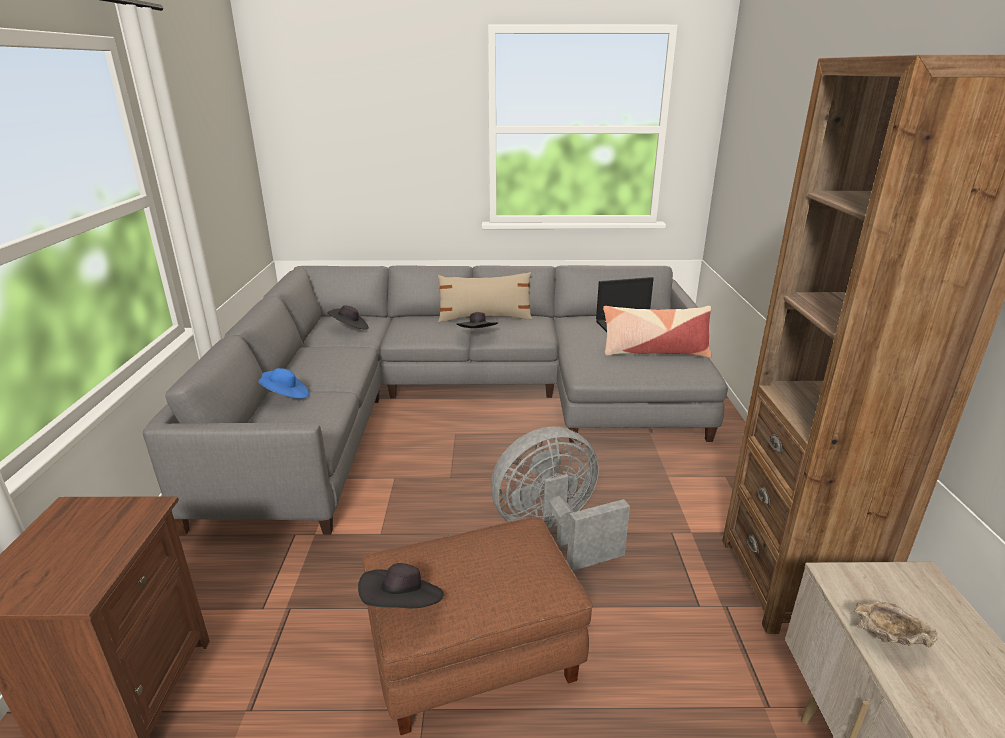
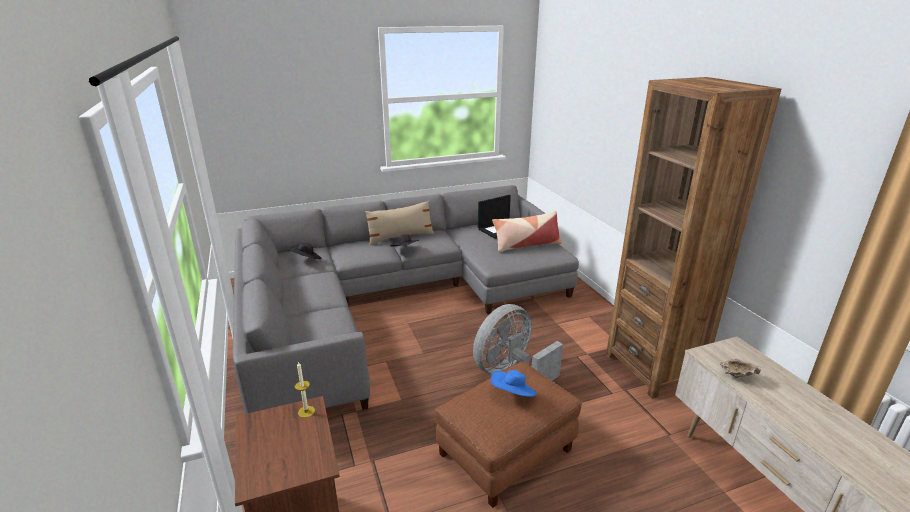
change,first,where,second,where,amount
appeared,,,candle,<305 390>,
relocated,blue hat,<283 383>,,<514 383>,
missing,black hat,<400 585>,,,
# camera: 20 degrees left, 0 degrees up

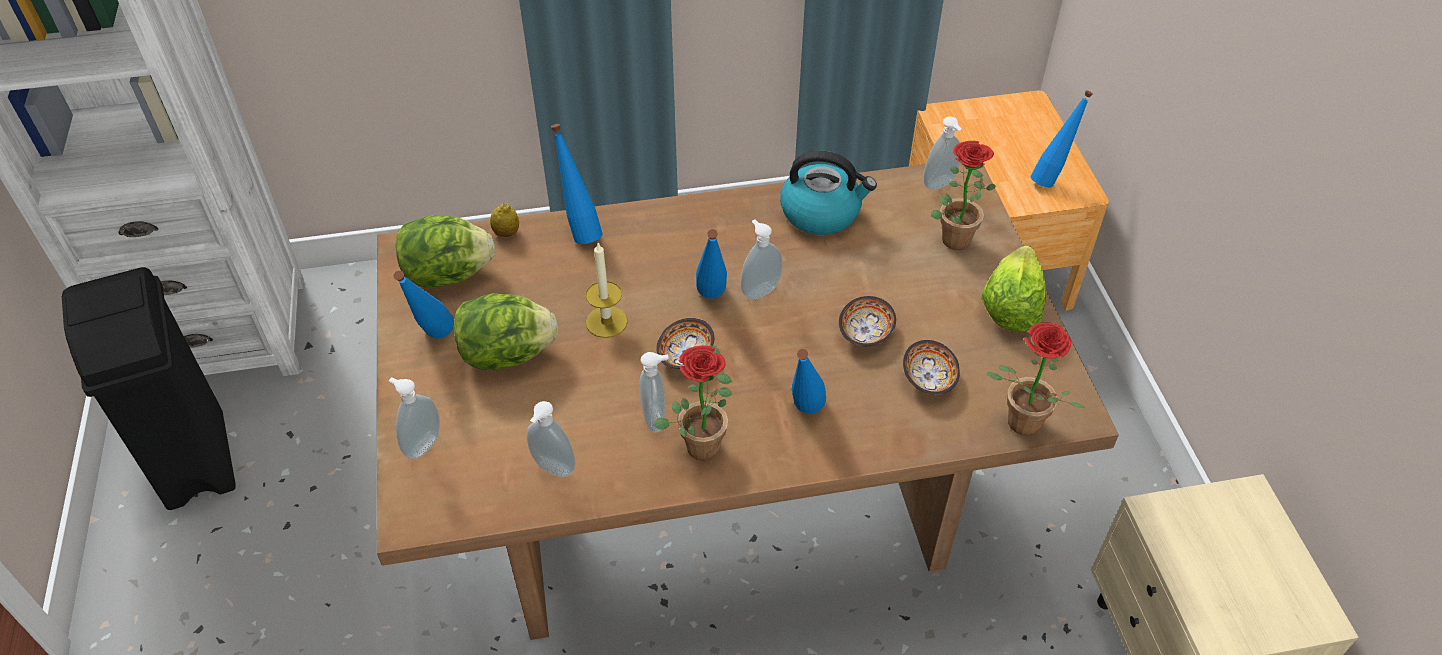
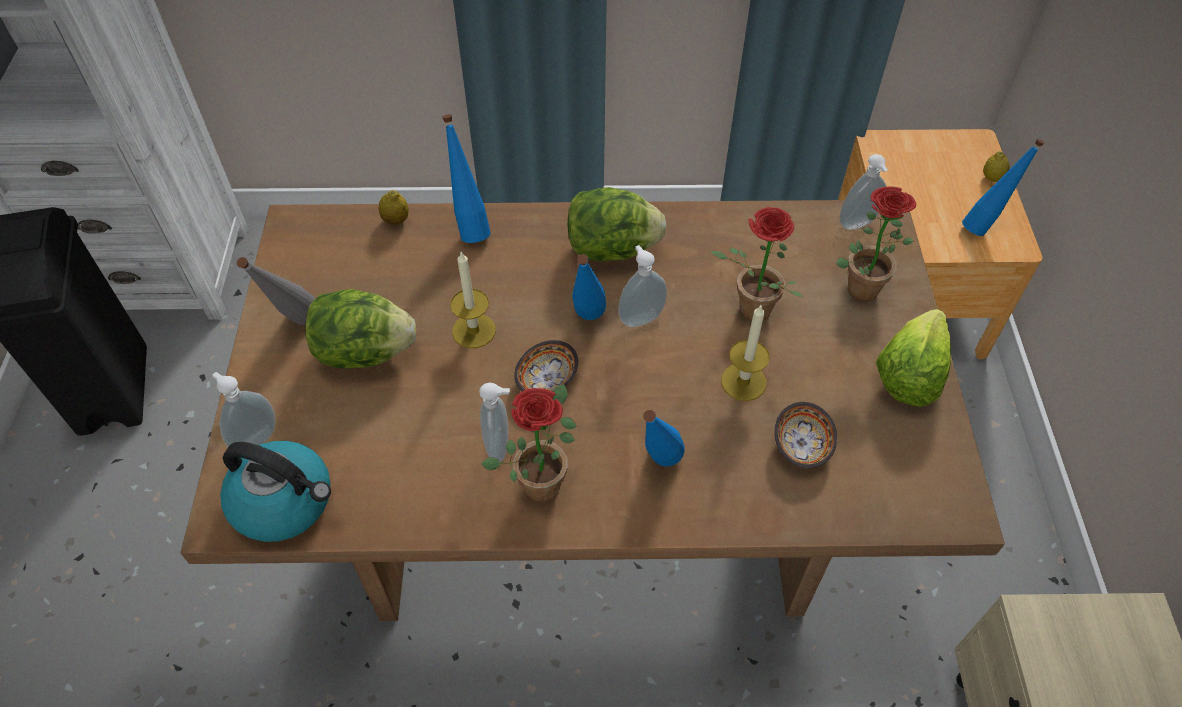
change,first,where,second,where,amount
relocated,kettle,<828 193>,,<275 491>,
colour,blue bottle,<424 304>,grey bottle,<276 291>,
relocated,lettuce,<445 251>,,<617 224>,
relocated,potted plant,<1035 379>,,<757 264>,
exchanged,bowl,<867 321>,candle,<745 353>,
appeared,,,lemon,<996 166>,
missing,soap dispenser,<551 439>,,,
# camera: 10 degrees right, 5 degrees up

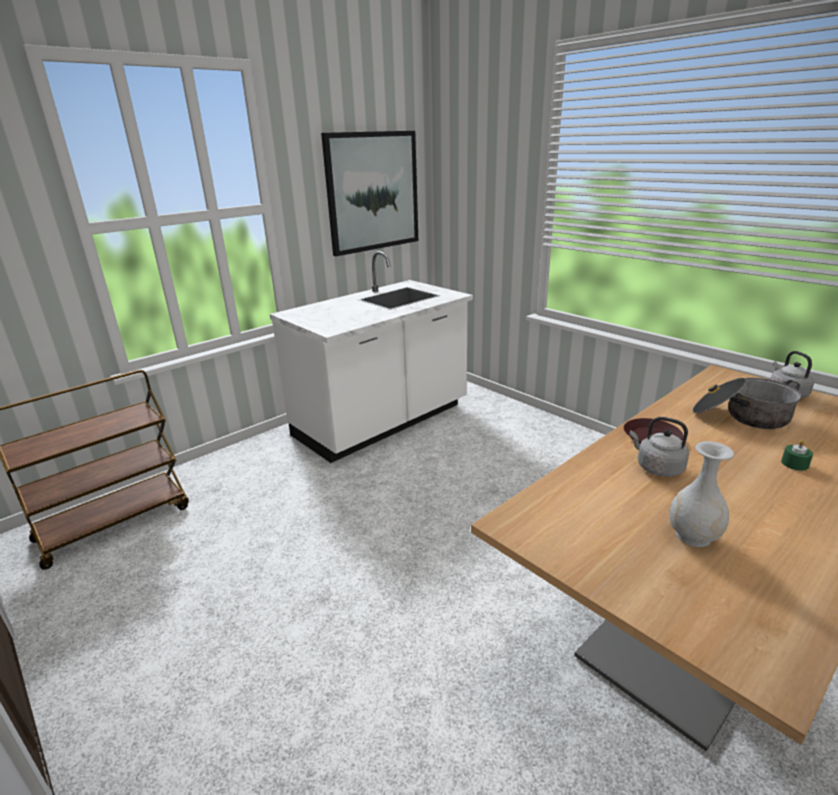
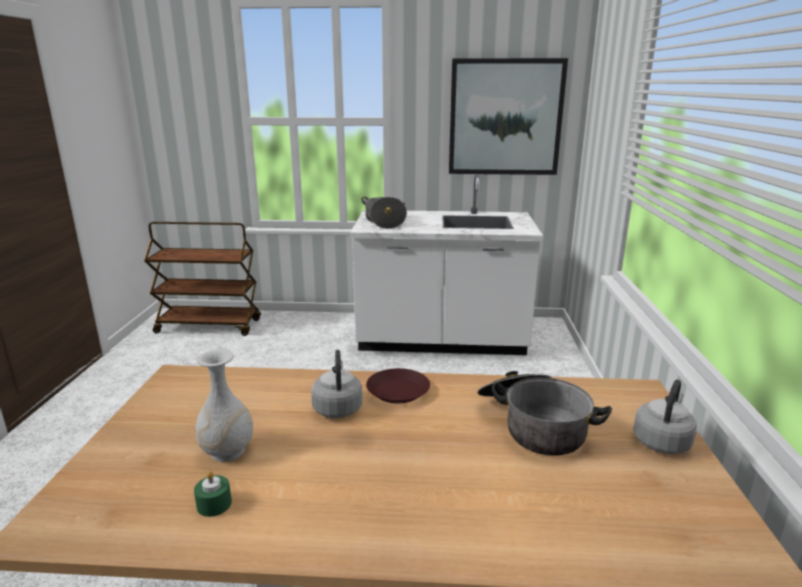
change,first,where,second,where,amount
relocated,green candle,<797 455>,,<213 494>,
appeared,,,cooking pot,<384 213>,
# camera: 45 degrees right, 5 degrees down

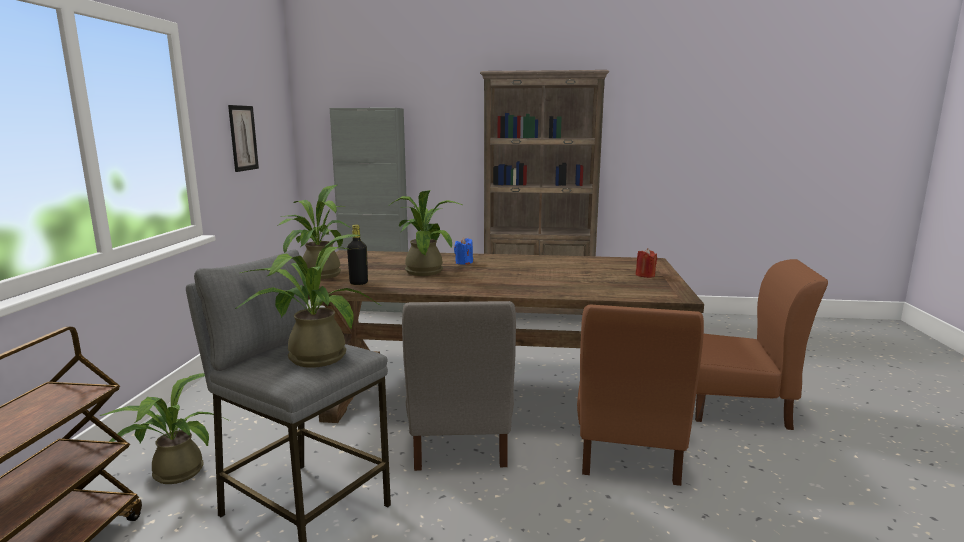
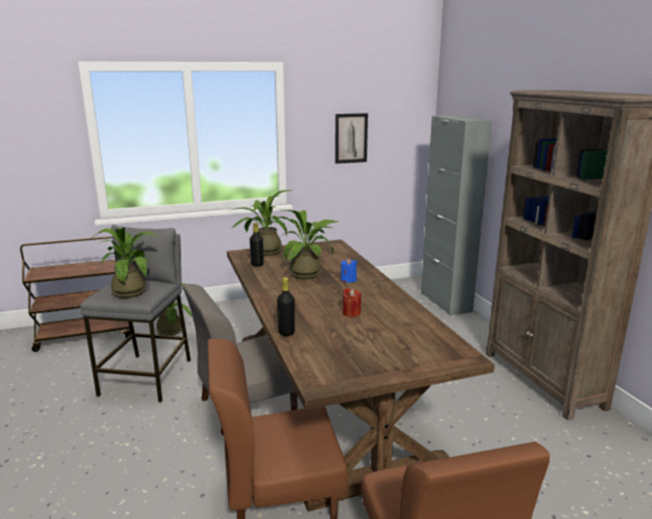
change,first,where,second,where,amount
appeared,,,black bottle,<286 306>,
relocated,red candle,<646 263>,,<352 302>,
# camera: 65 degrees right, 5 degrees up

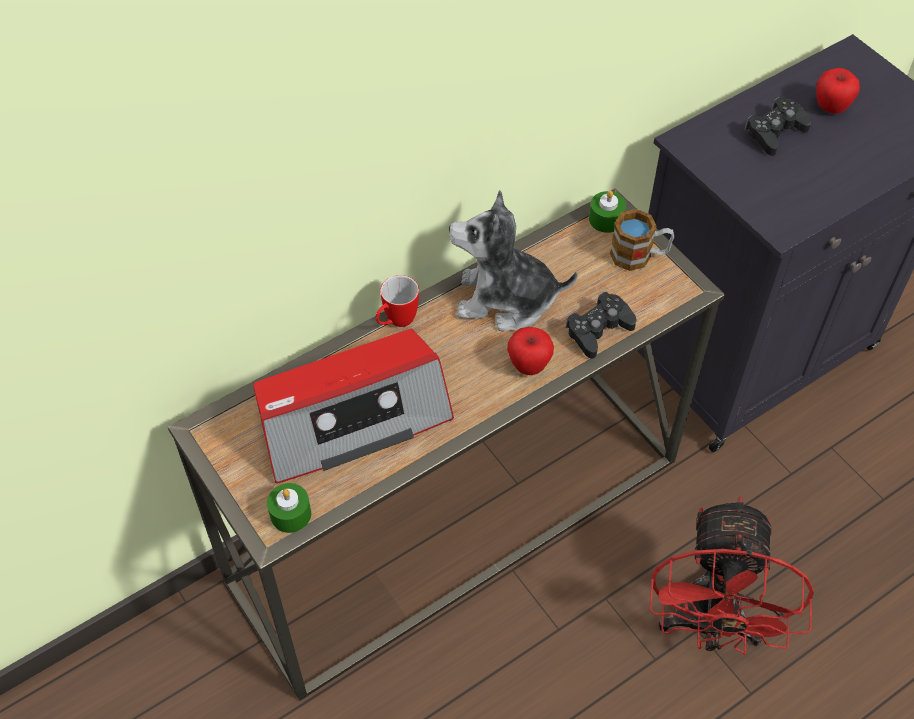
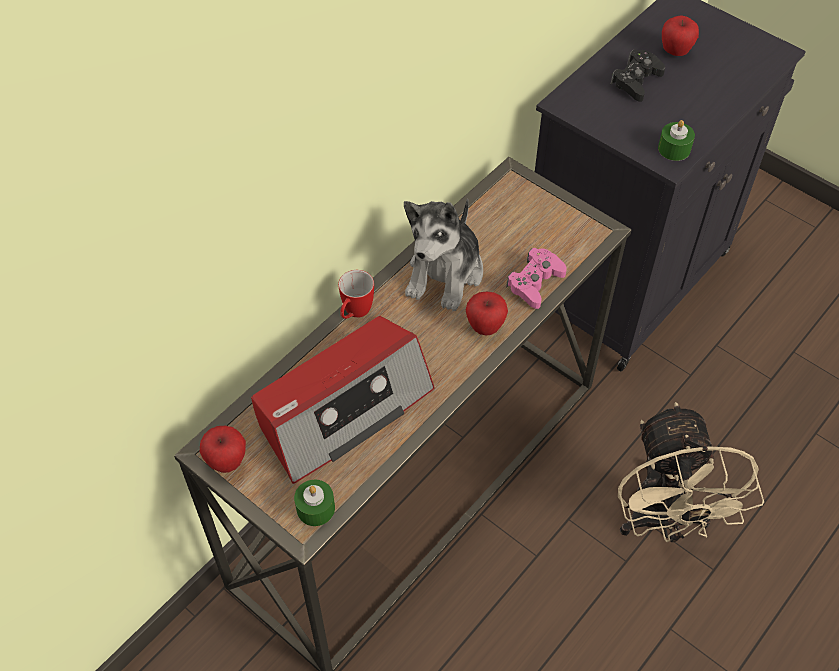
change,first,where,second,where,amount
appeared,,,apple,<222 449>,
spun,plush toy,<513 260>,,<443 254>,60 degrees counterclockwise
colour,black game controller,<601 325>,pink game controller,<536 278>,
colour,red fan,<732 575>,beige fan,<691 472>,
relocated,green candle,<607 211>,,<676 140>,
missing,mug,<642 240>,,,
# camera: 15 degrees left, 0 degrees up

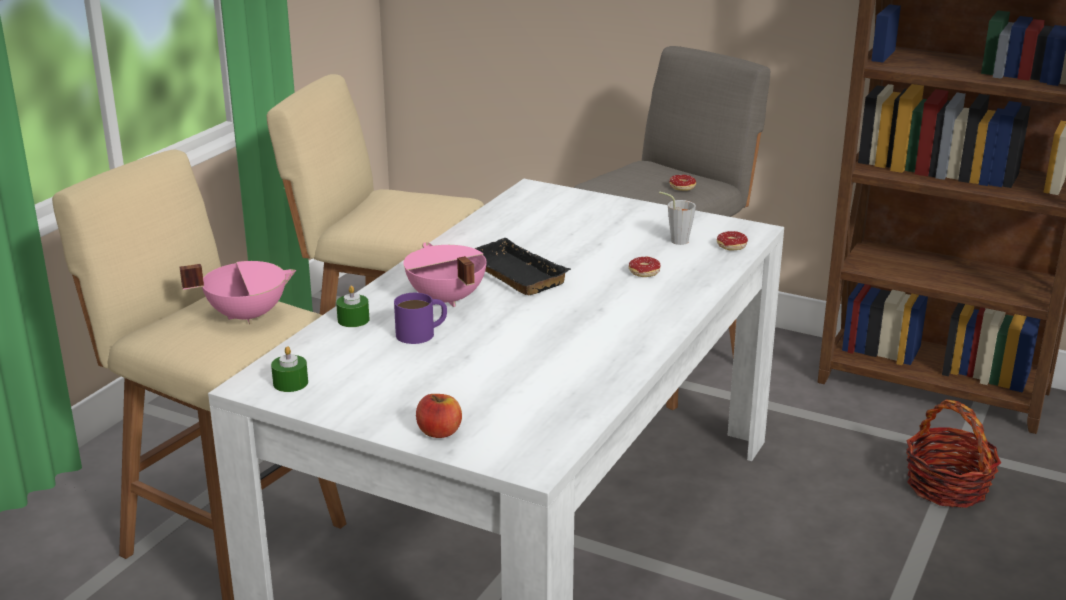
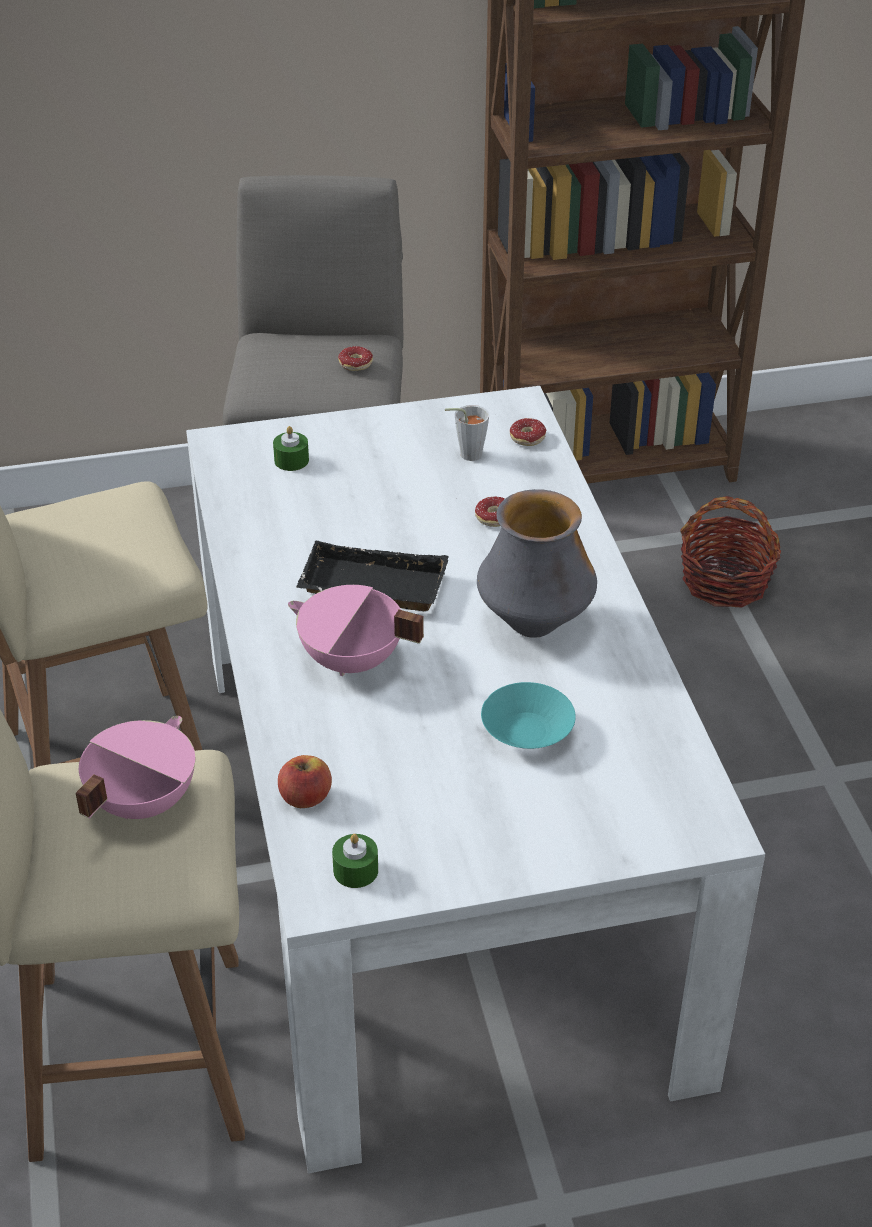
change,first,where,second,where,amount
relocated,green candle,<352 306>,,<291 448>,
relocated,apple,<439 416>,,<305 781>,
appeared,,,vase,<537 563>,
appeared,,,turquoise bowl,<528 715>,
missing,purple mug,<420 318>,,,
# camera: 40 degrees left, 15 degrees up

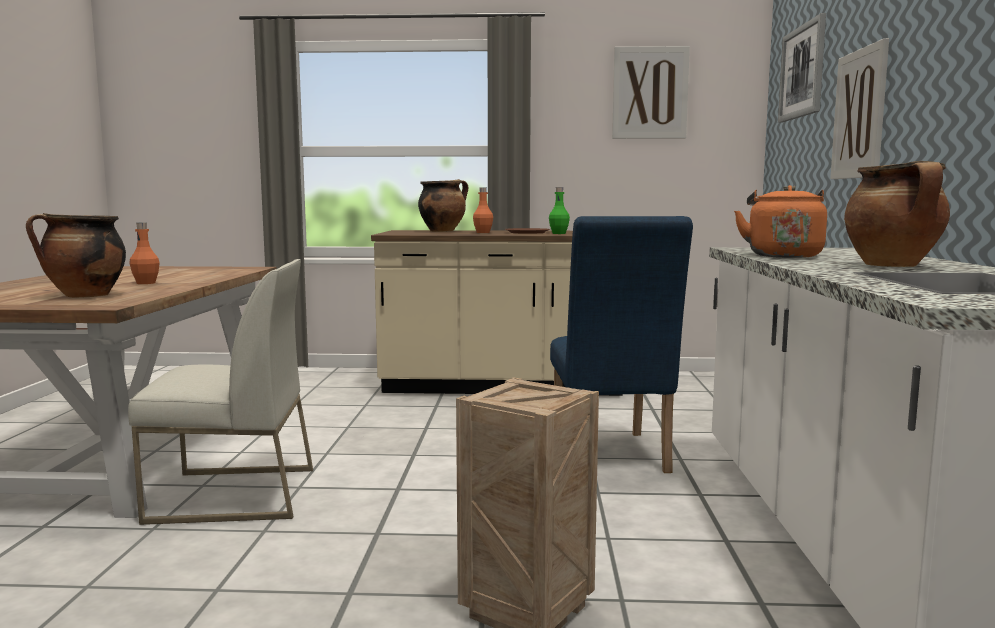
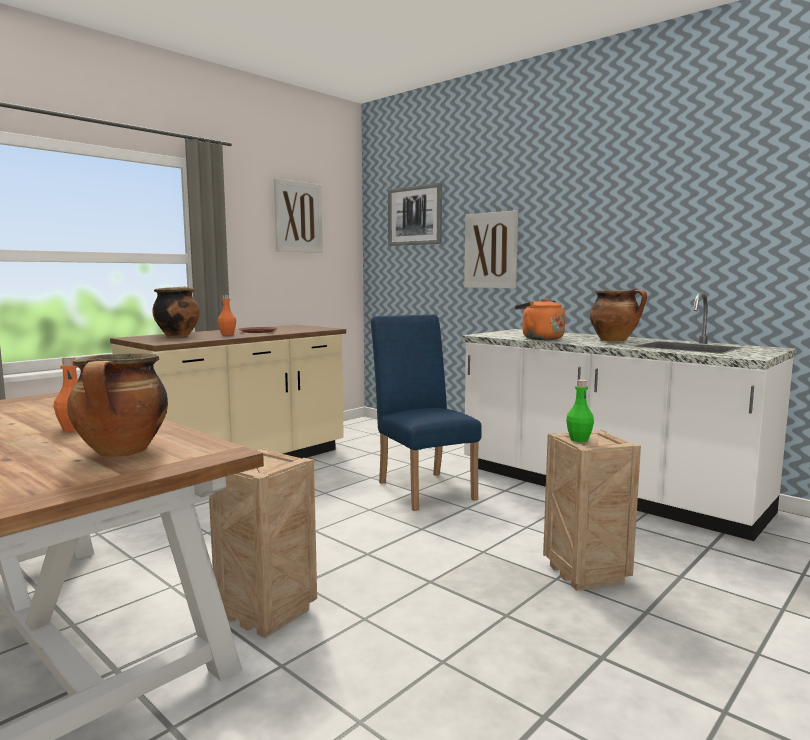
change,first,where,second,where,amount
exchanged,white chair,<220 392>,crate,<263 543>,
spun,blue chair,<621 344>,,<426 412>,150 degrees counterclockwise
relocated,green bottle,<559 210>,,<580 411>,
# camera: 50 degrees left, 0 degrees up

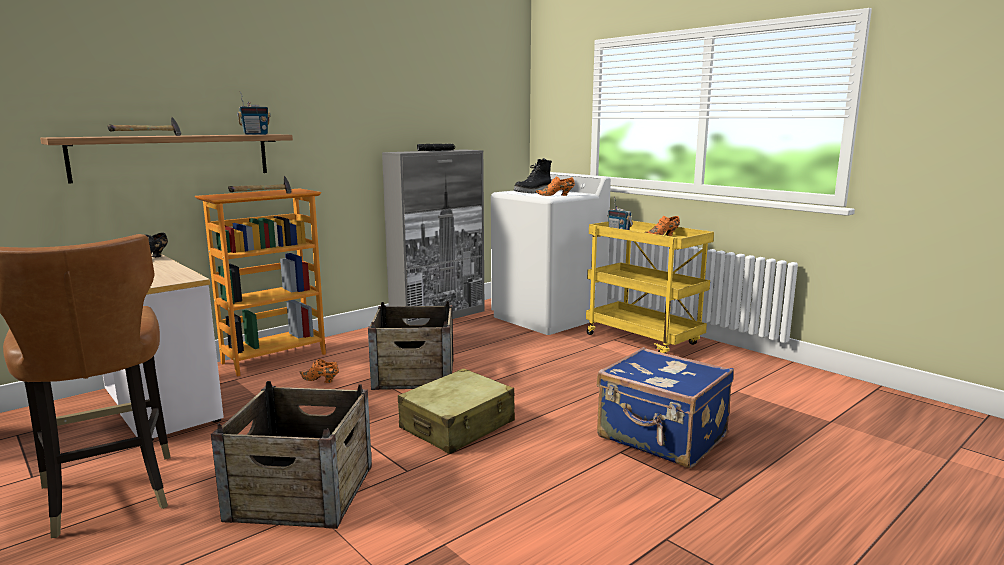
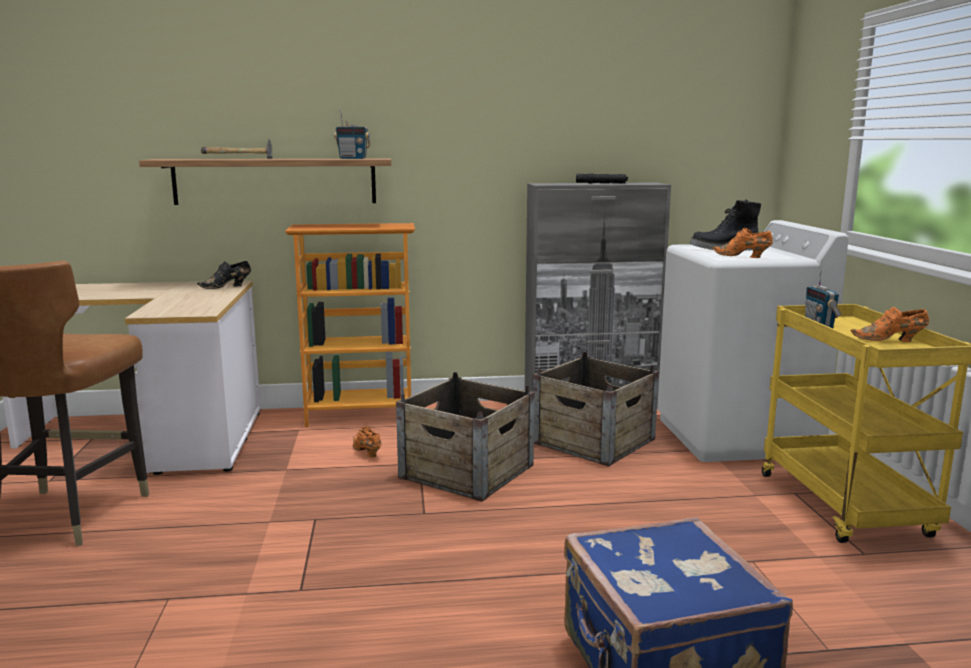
change,first,where,second,where,amount
relocated,crate,<291 455>,,<595 409>,
missing,hammer,<260 185>,,,
missing,beige suitcase,<456 411>,,,
# camera: 35 degrees right, 0 degrees up

